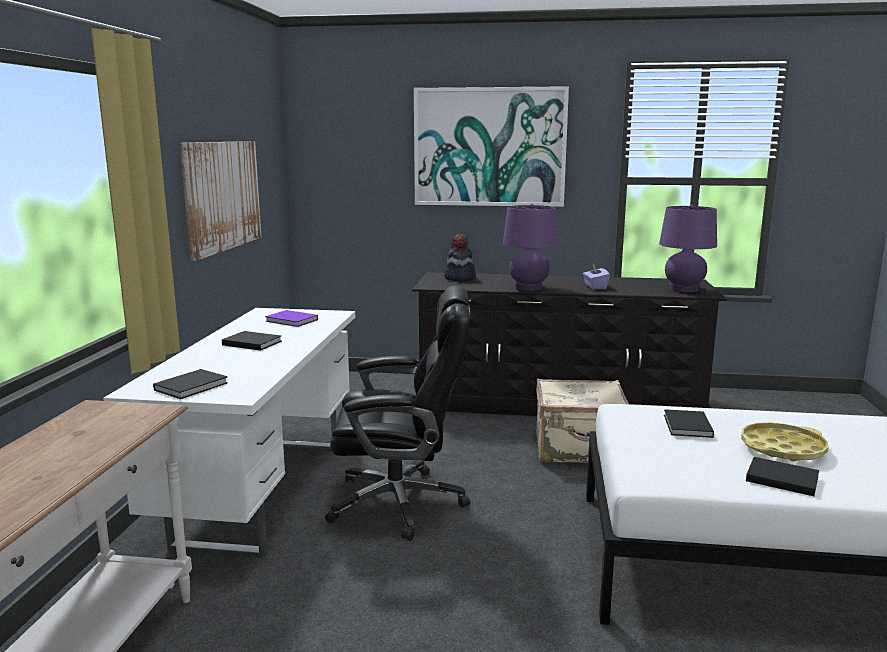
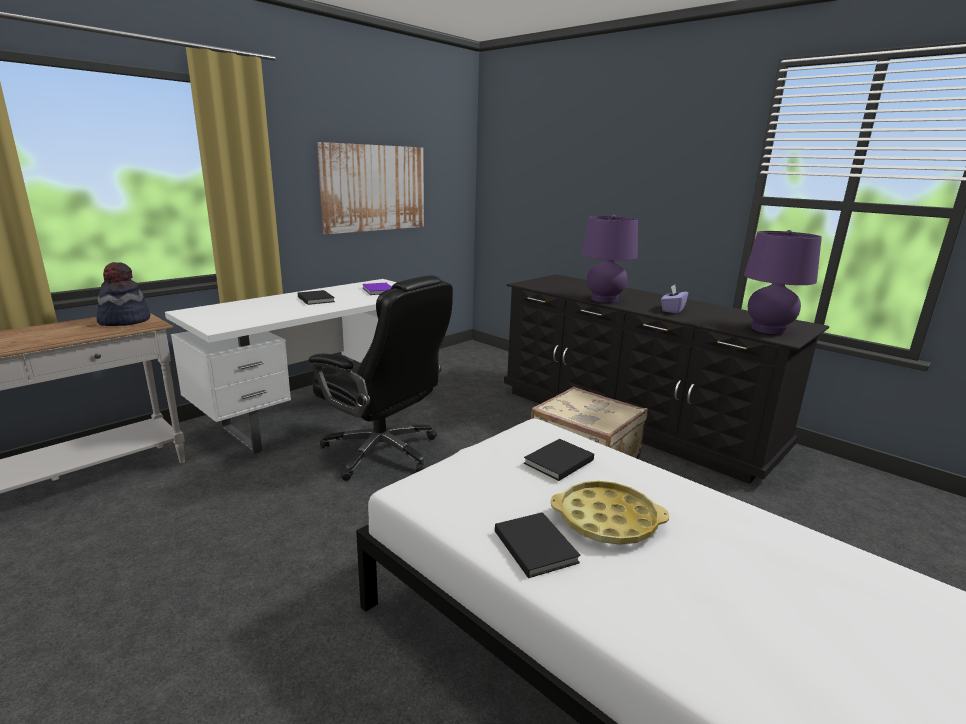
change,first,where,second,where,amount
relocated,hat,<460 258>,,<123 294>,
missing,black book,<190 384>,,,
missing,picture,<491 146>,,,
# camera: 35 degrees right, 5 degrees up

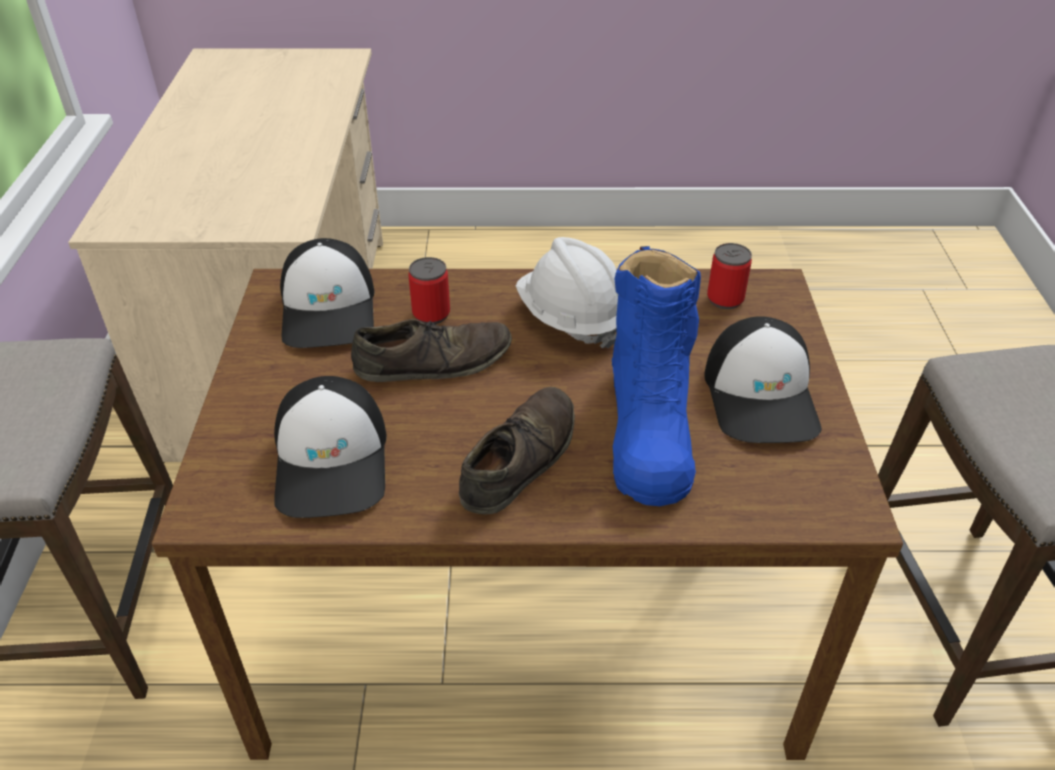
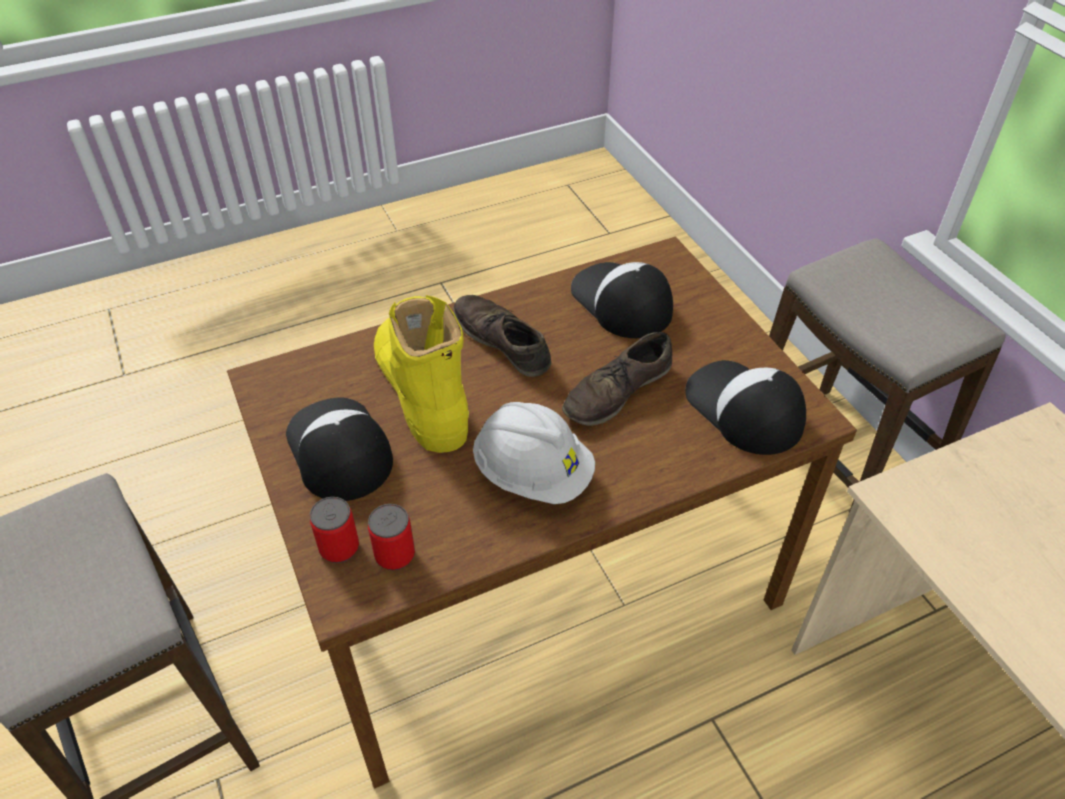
change,first,where,second,where,amount
relocated,can,<429 290>,,<334 530>,
colour,blue boot,<656 376>,yellow boot,<421 374>,
spun,brown shoe,<517 450>,,<502 336>,135 degrees clockwise
# camera: 155 degrees right, 5 degrees up

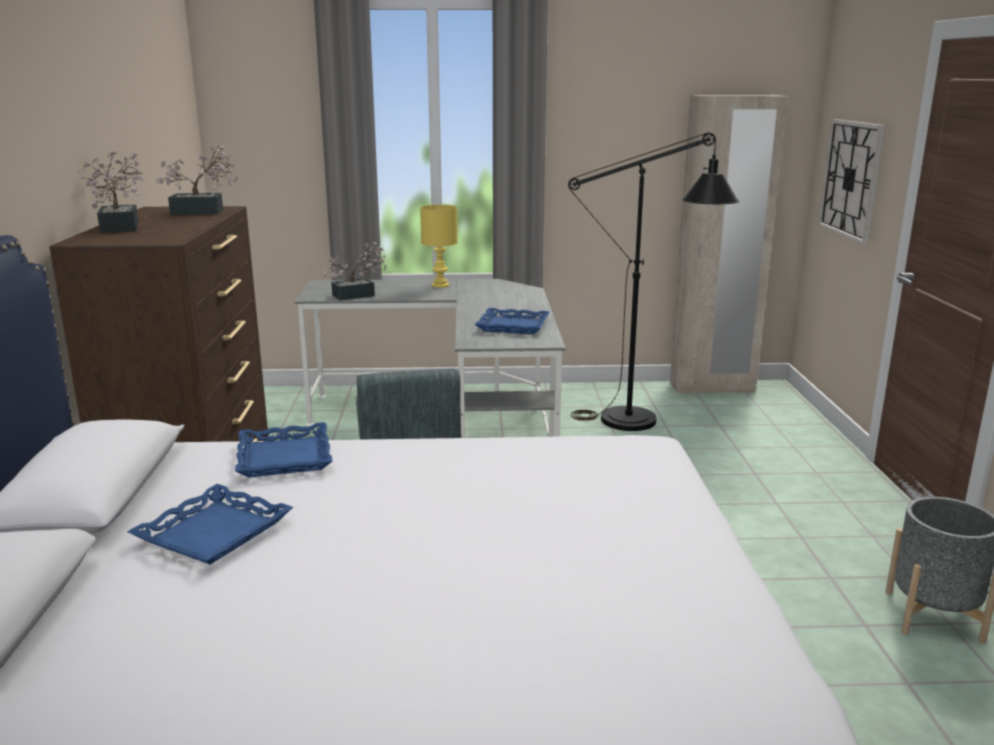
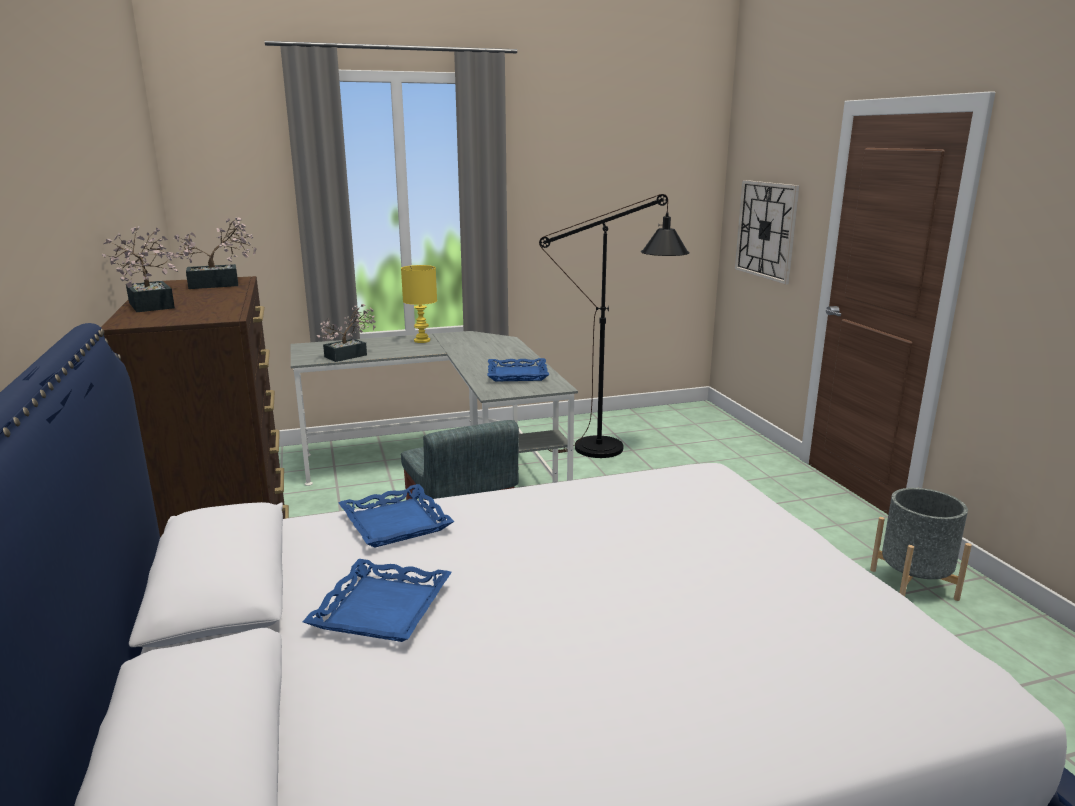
change,first,where,second,where,amount
missing,beige wardrobe,<729 244>,,,
# camera: 15 degrees left, 0 degrees up

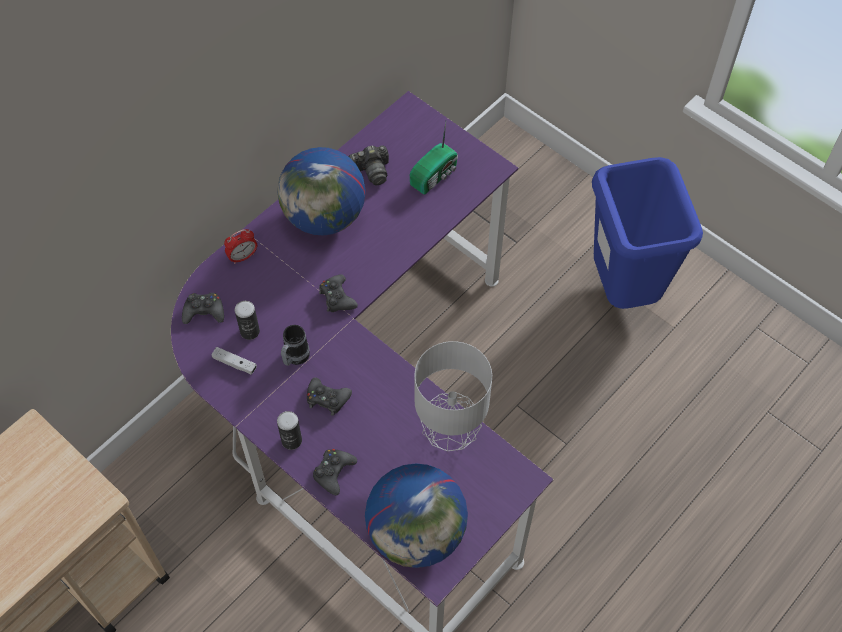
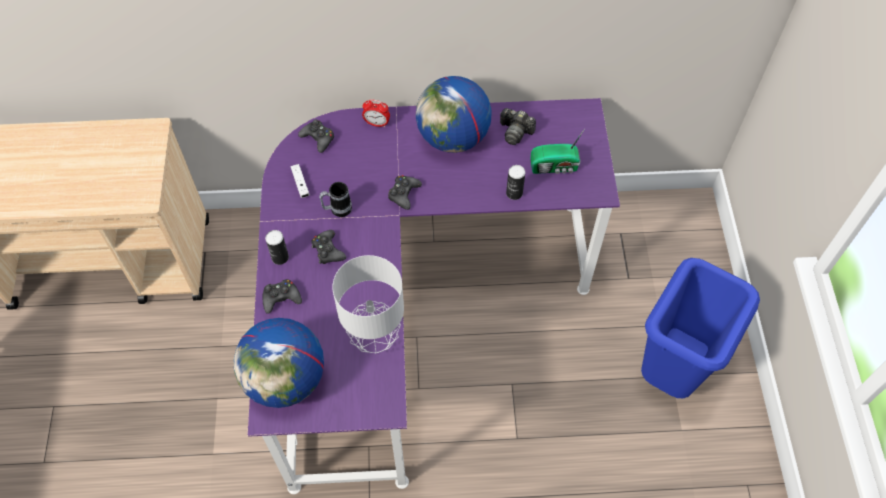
change,first,where,second,where,amount
relocated,can,<247 320>,,<515 182>,
# camera: 45 degrees right, 0 degrees up

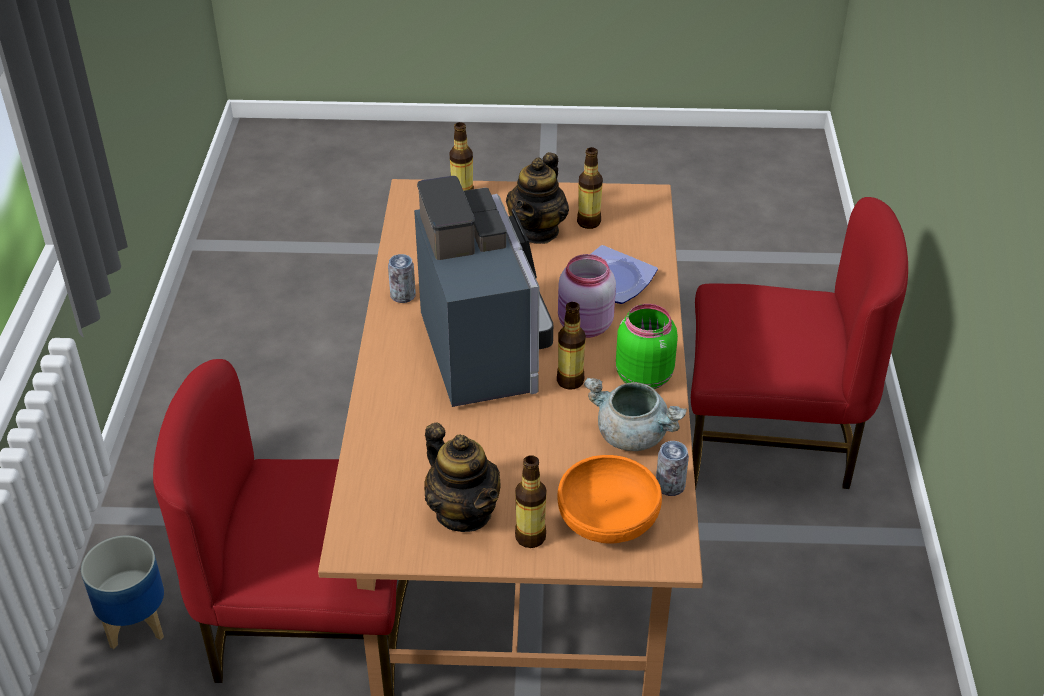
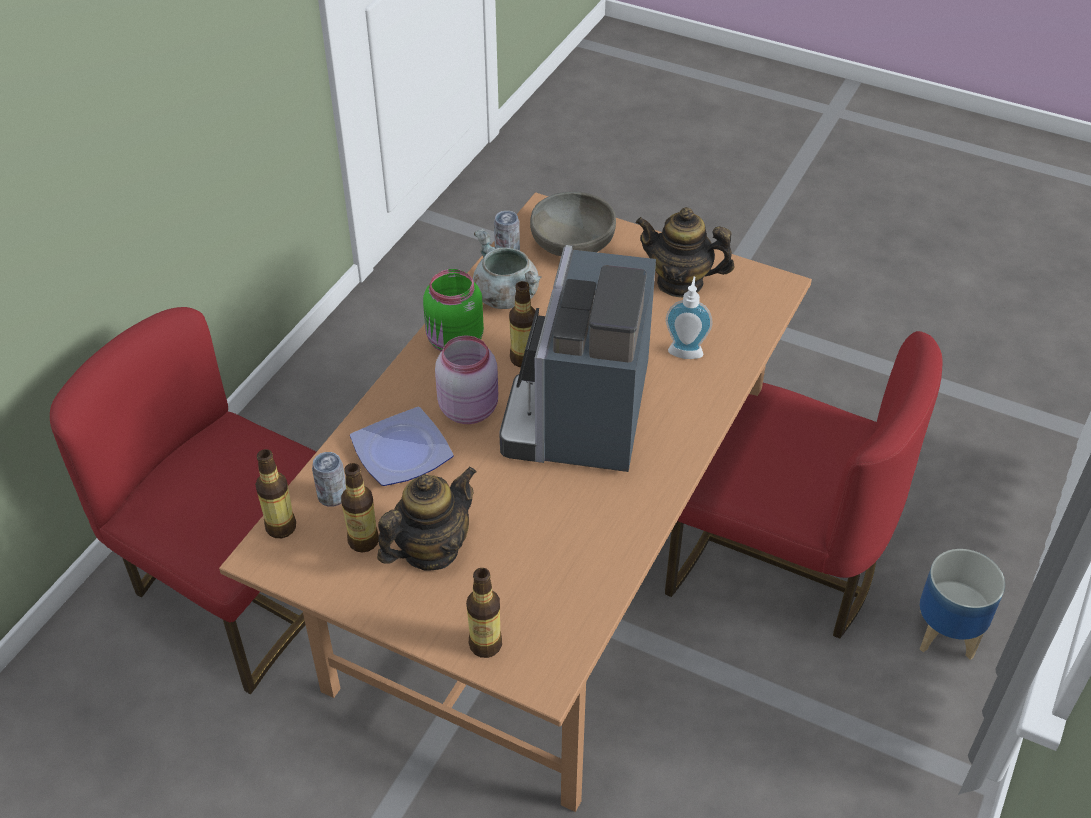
change,first,where,second,where,amount
relocated,bottle,<530 501>,,<275 493>,
relocated,can,<402 278>,,<329 479>,
colour,orange bowl,<609 499>,grey bowl,<573 224>,
spun,teapot,<462 477>,,<685 252>,60 degrees counterclockwise
appeared,,,soap dispenser,<689 318>,
# camera: 155 degrees left, 5 degrees up

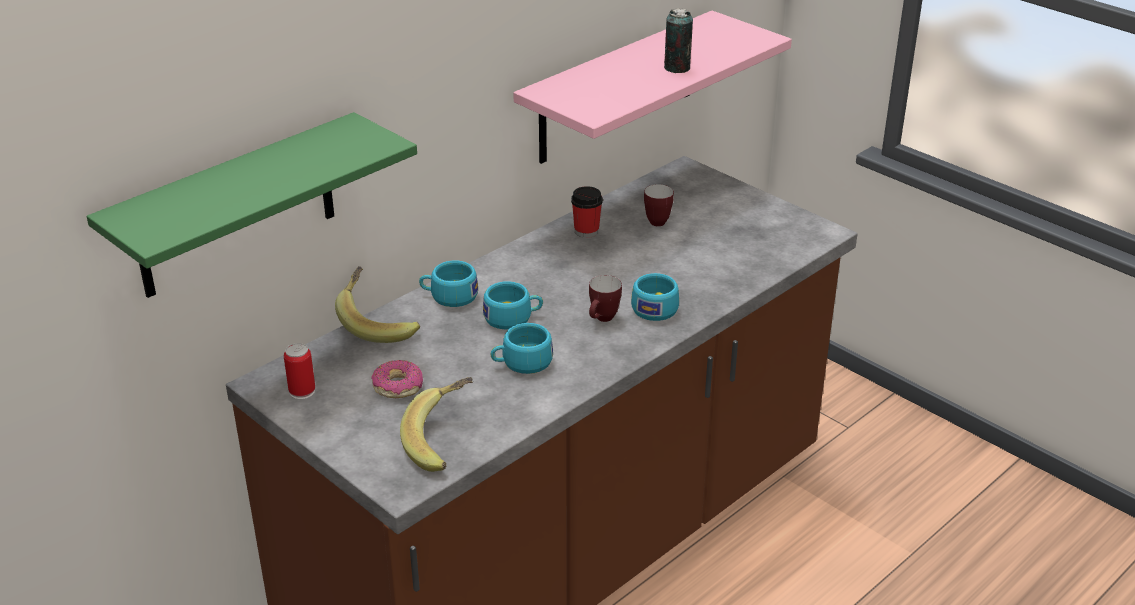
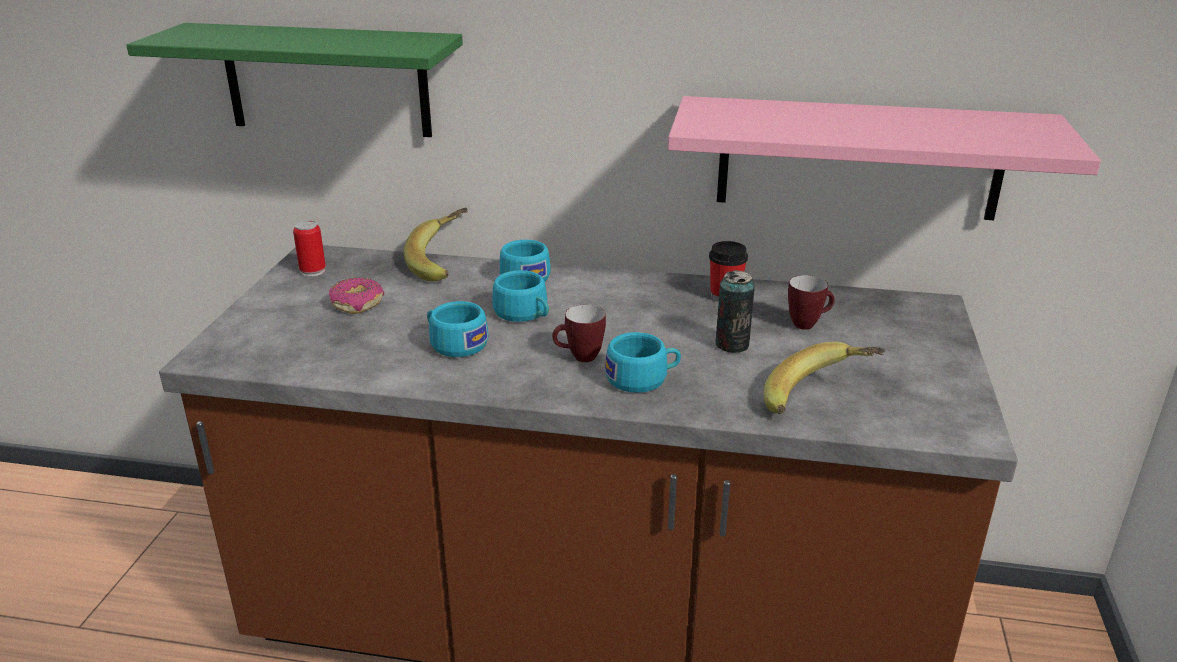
change,first,where,second,where,amount
relocated,can,<678 40>,,<735 311>,
relocated,banana,<436 424>,,<824 378>,
# camera: 55 degrees right, 5 degrees down

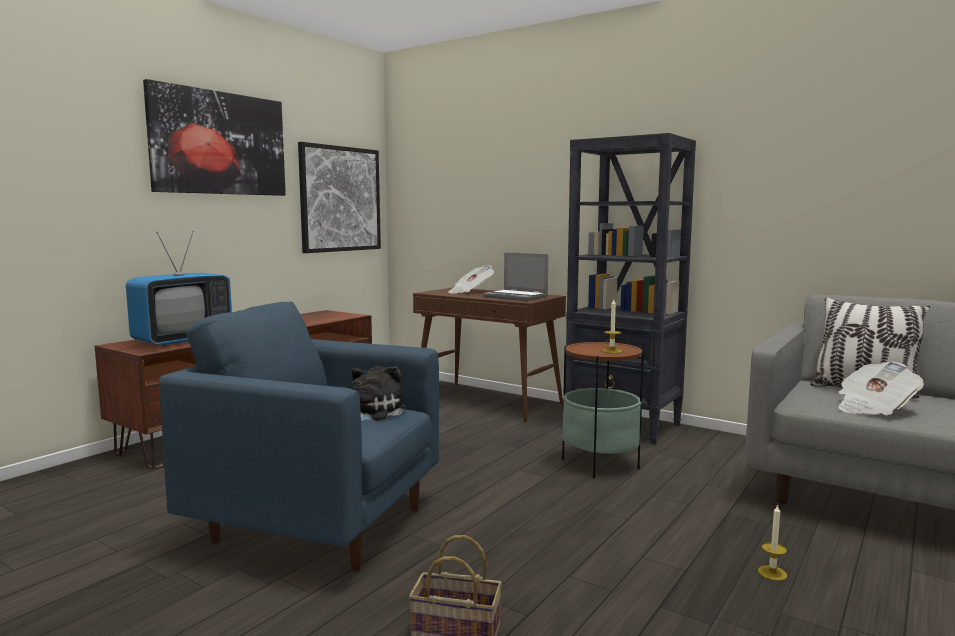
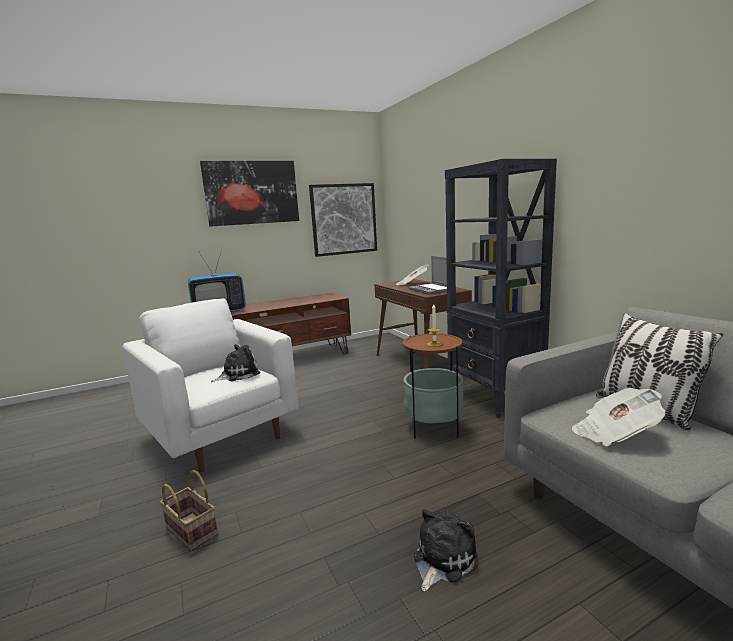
change,first,where,second,where,amount
colour,blue armchair,<299 436>,white armchair,<211 385>,
exchanged,candle,<773 542>,plush toy,<446 550>,
# camera: 30 degrees right, 5 degrees up

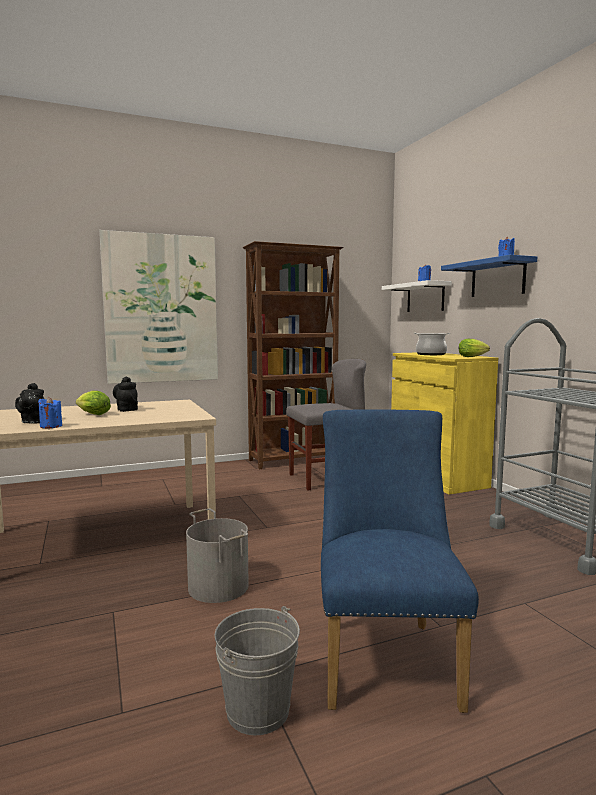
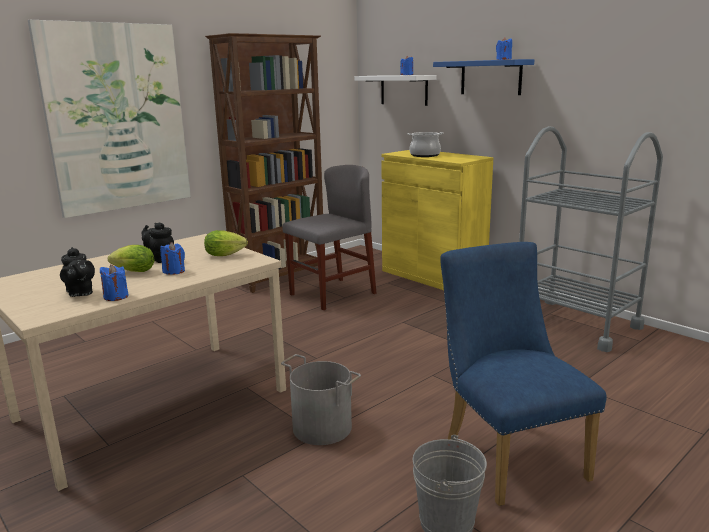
change,first,where,second,where,amount
appeared,,,blue candle,<172 258>,
relocated,lettuce,<474 348>,,<226 243>,
# camera: 20 degrees left, 10 degrees up

